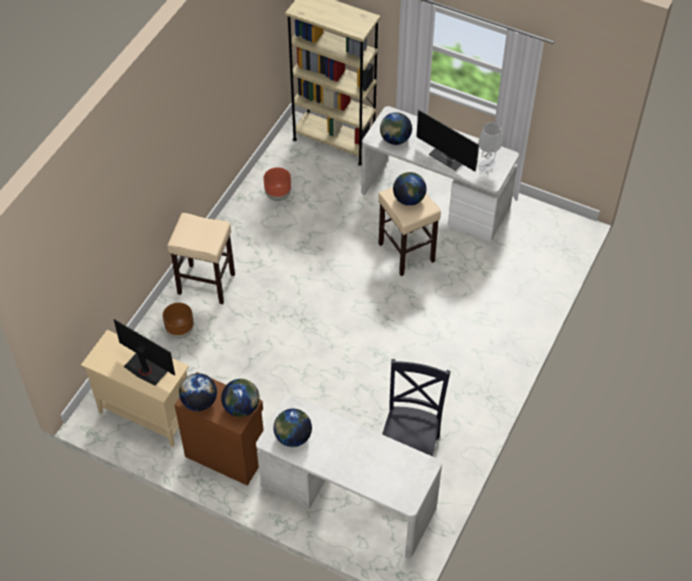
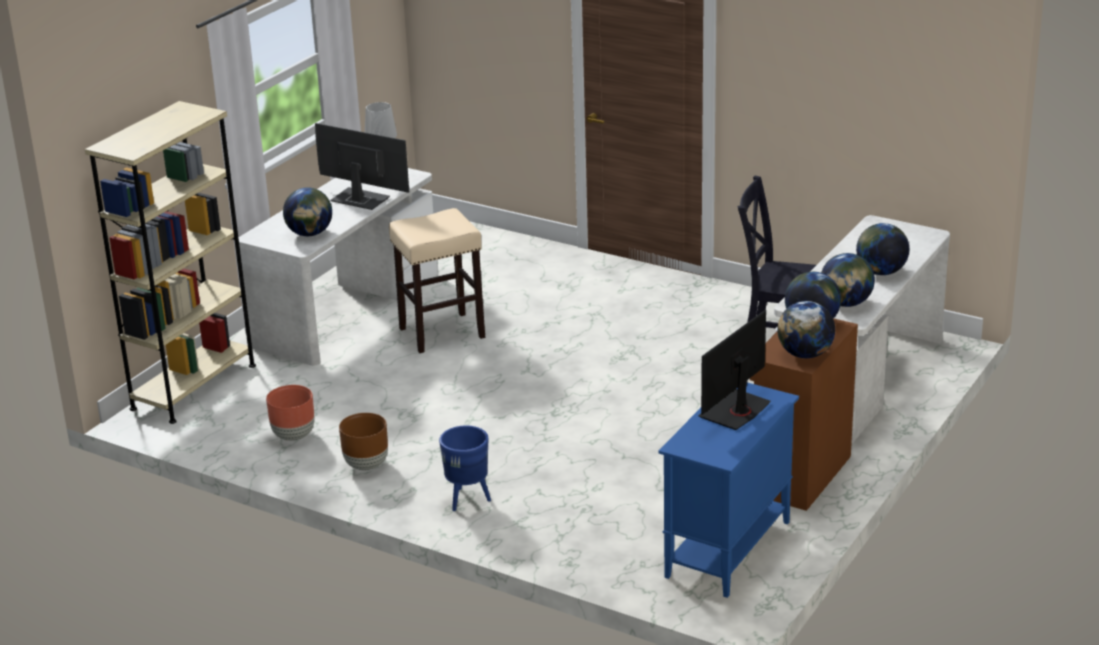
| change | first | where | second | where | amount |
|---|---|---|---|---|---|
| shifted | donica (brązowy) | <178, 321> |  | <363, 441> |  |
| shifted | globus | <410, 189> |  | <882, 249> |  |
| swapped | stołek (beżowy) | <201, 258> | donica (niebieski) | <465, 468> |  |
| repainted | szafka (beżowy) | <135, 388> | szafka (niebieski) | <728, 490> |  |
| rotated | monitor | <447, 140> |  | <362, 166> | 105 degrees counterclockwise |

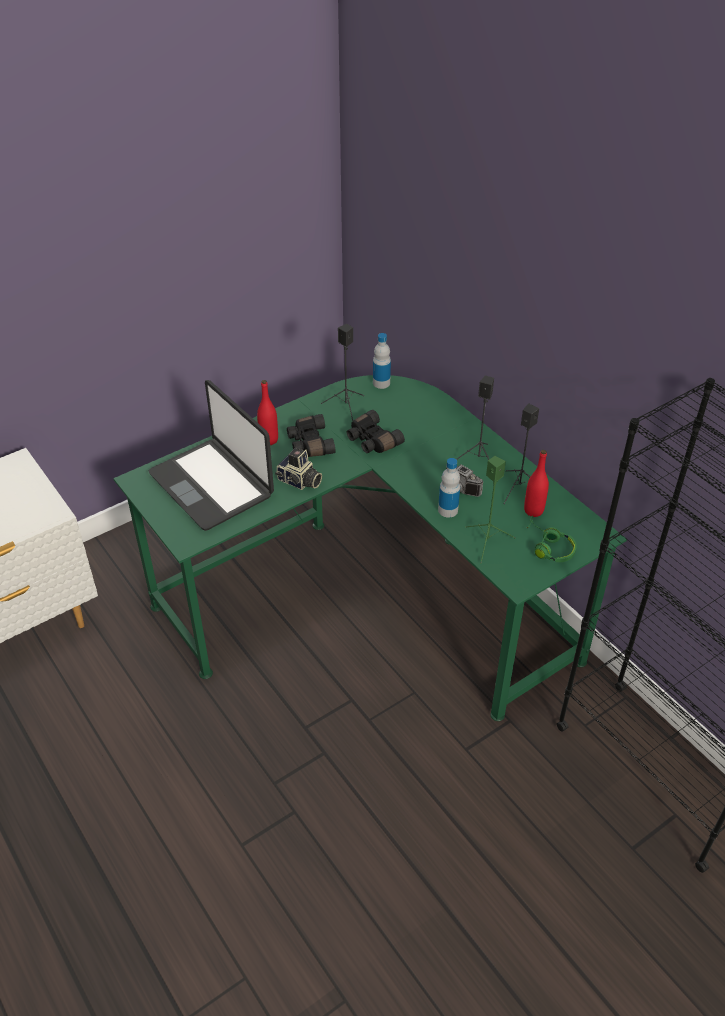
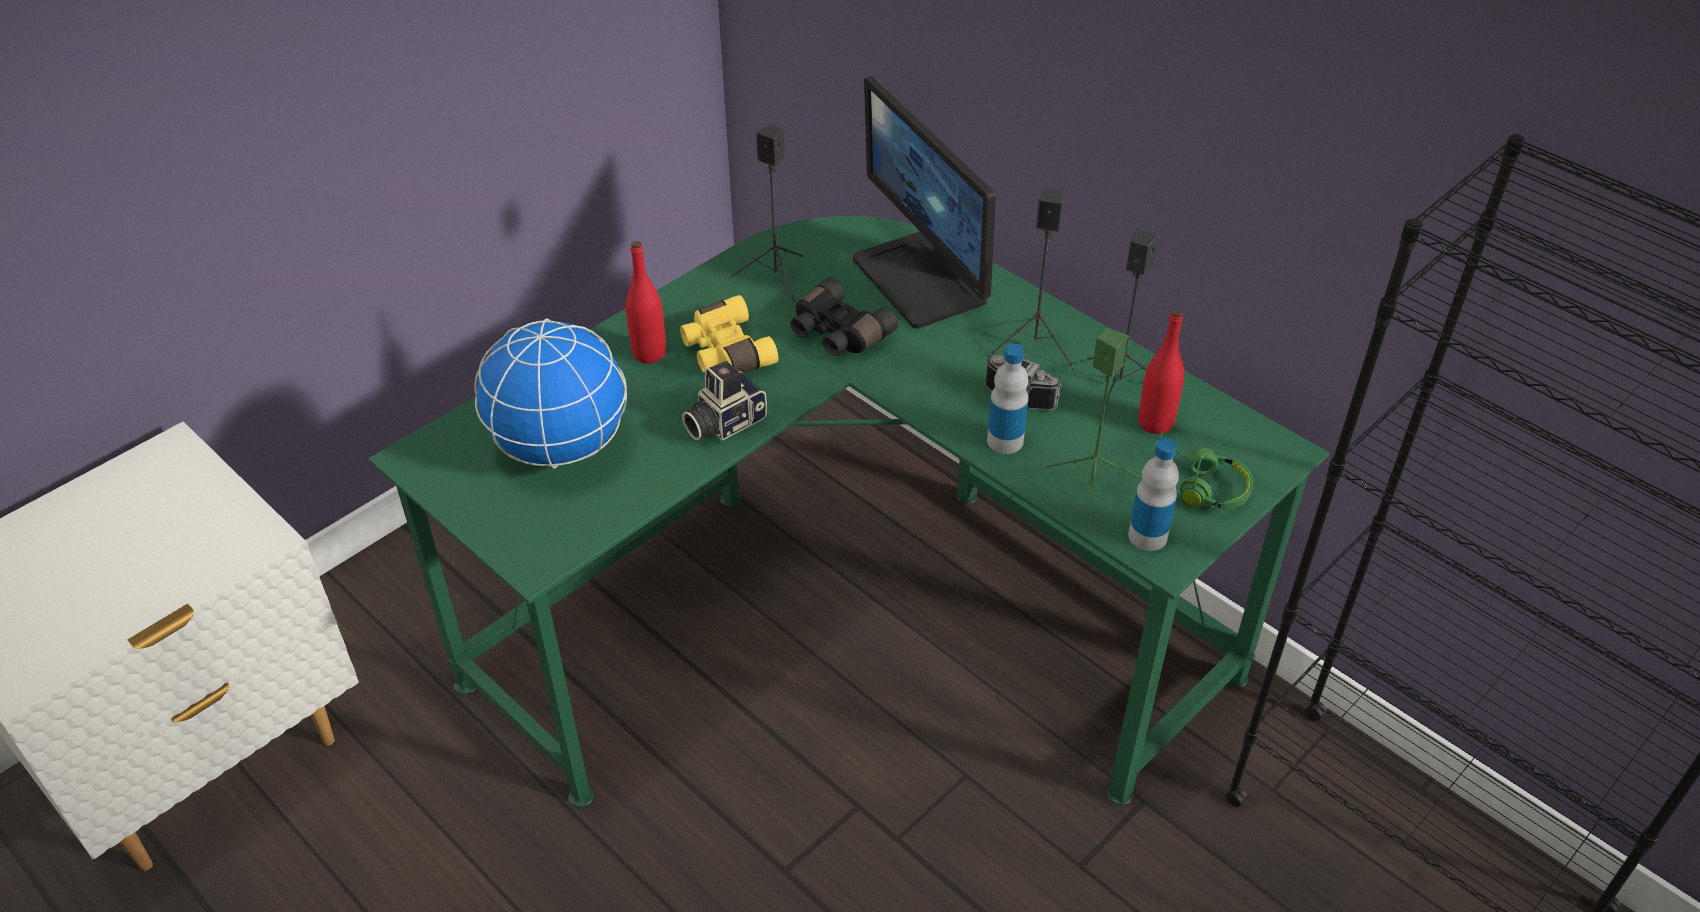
| change | first | where | second | where | amount |
|---|---|---|---|---|---|
| new |  |  | monitor | <924, 202> |  |
| shifted | butelka | <382, 361> |  | <1153, 494> |  |
| swapped | laptop | <211, 455> | globus | <550, 393> |  |
| repainted | lornetka (czarny) | <311, 435> | lornetka (żółty) | <729, 333> |  |
| rotated | aparat fotograficzny | <298, 469> |  | <724, 401> | 120 degrees clockwise |

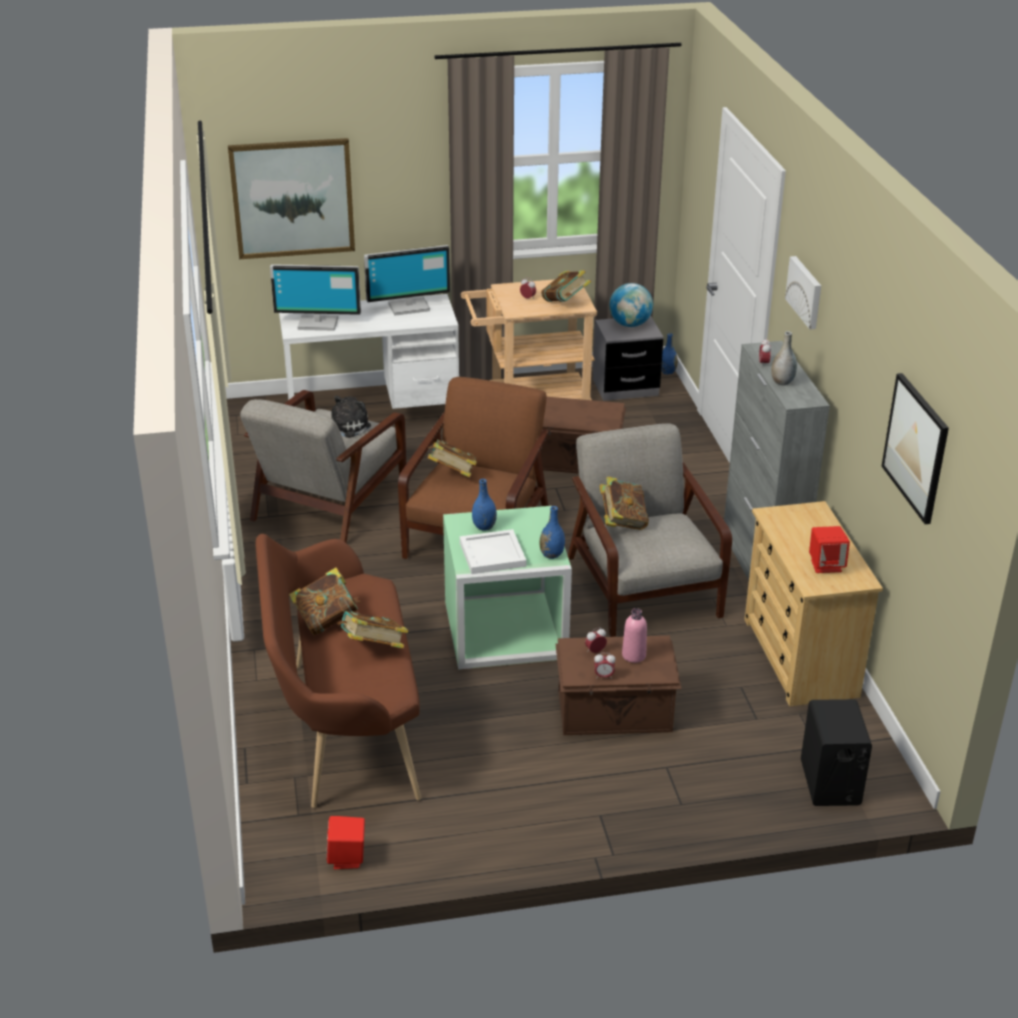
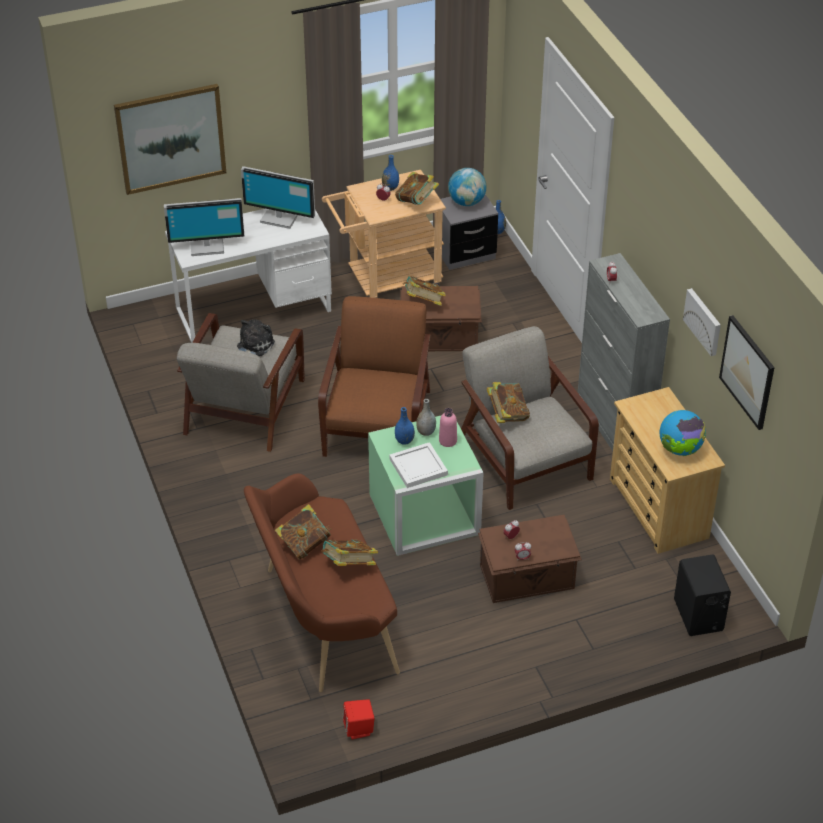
| change | first | where | second | where | amount |
|---|---|---|---|---|---|
| shifted | książka | <452, 458> |  | <424, 291> |  |
| shifted | wazon (niebieski) | <552, 532> |  | <390, 173> |  |
| shifted | butelka (różowy) | <634, 635> |  | <448, 427> |  |
| shifted | wazon (szary) | <784, 358> |  | <426, 417> |  |
| shifted | obraz | <803, 292> |  | <702, 322> |  |
| swapped | głośnik (czerwony) | <829, 549> | globus | <683, 433> |  |
| rotated | monitor | <407, 280> |  | <278, 197> | 45 degrees clockwise |

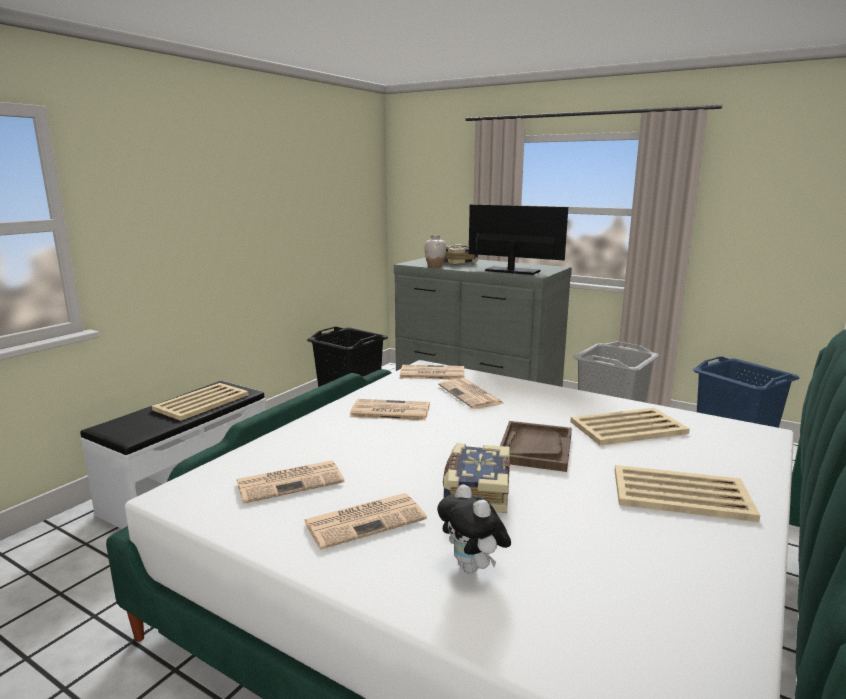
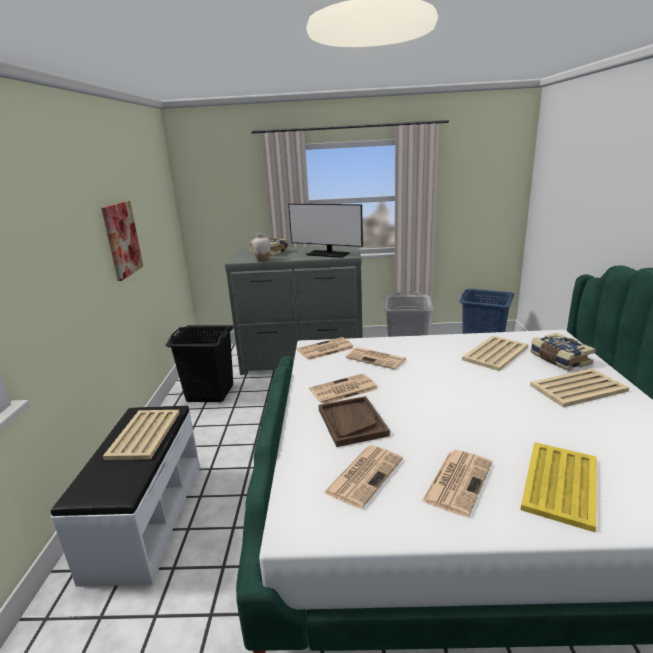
| change | first | where | second | where | amount |
|---|---|---|---|---|---|
| new |  |  | obraz | <122, 241> |  |
| shifted | książka | <476, 478> |  | <563, 352> |  |
| shifted | taca (brązowy) | <536, 446> |  | <354, 421> |  |
| swapped | pluszak | <474, 528> | taca (żółty) | <559, 487> |  |
| rotated | monitor | <518, 239> |  | <325, 231> | 150 degrees counterclockwise |

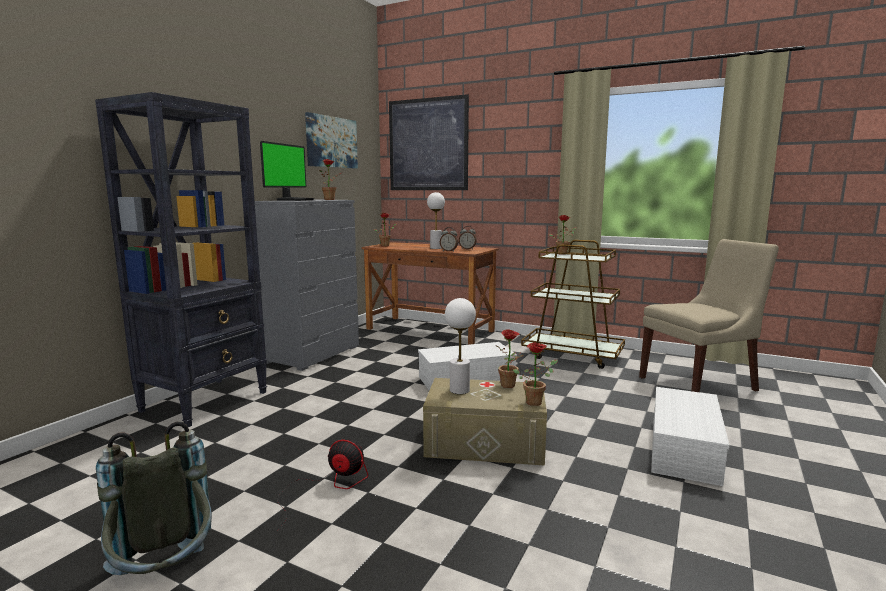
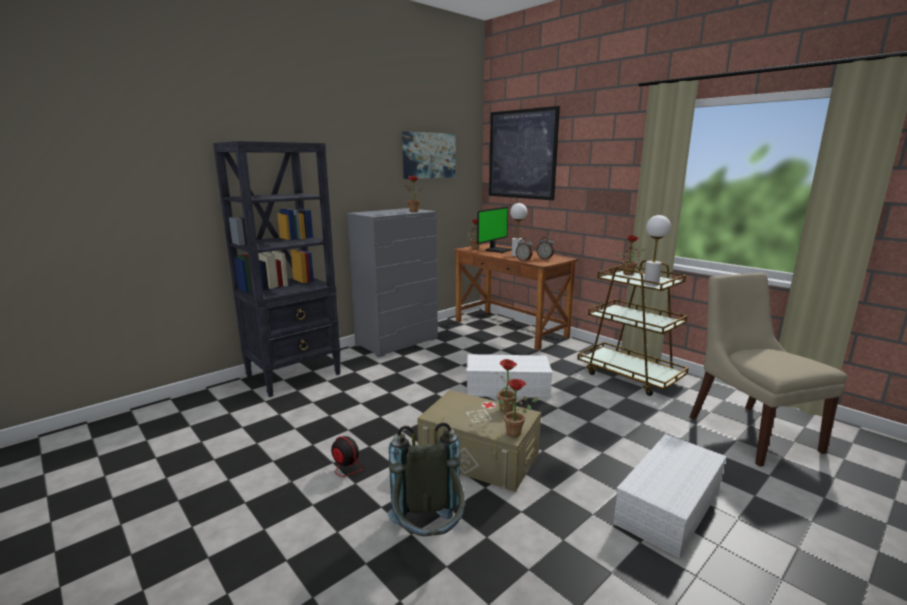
| change | first | where | second | where | amount |
|---|---|---|---|---|---|
| shifted | plecak (szary) | <154, 498> |  | <426, 479> |  |
| shifted | monitor | <287, 171> |  | <494, 230> |  |
| shifted | lampa stołowa (biały) | <460, 346> |  | <657, 250> |  |
| rotated | krzesło (beżowy) | <709, 315> |  | <768, 370> | 105 degrees counterclockwise |

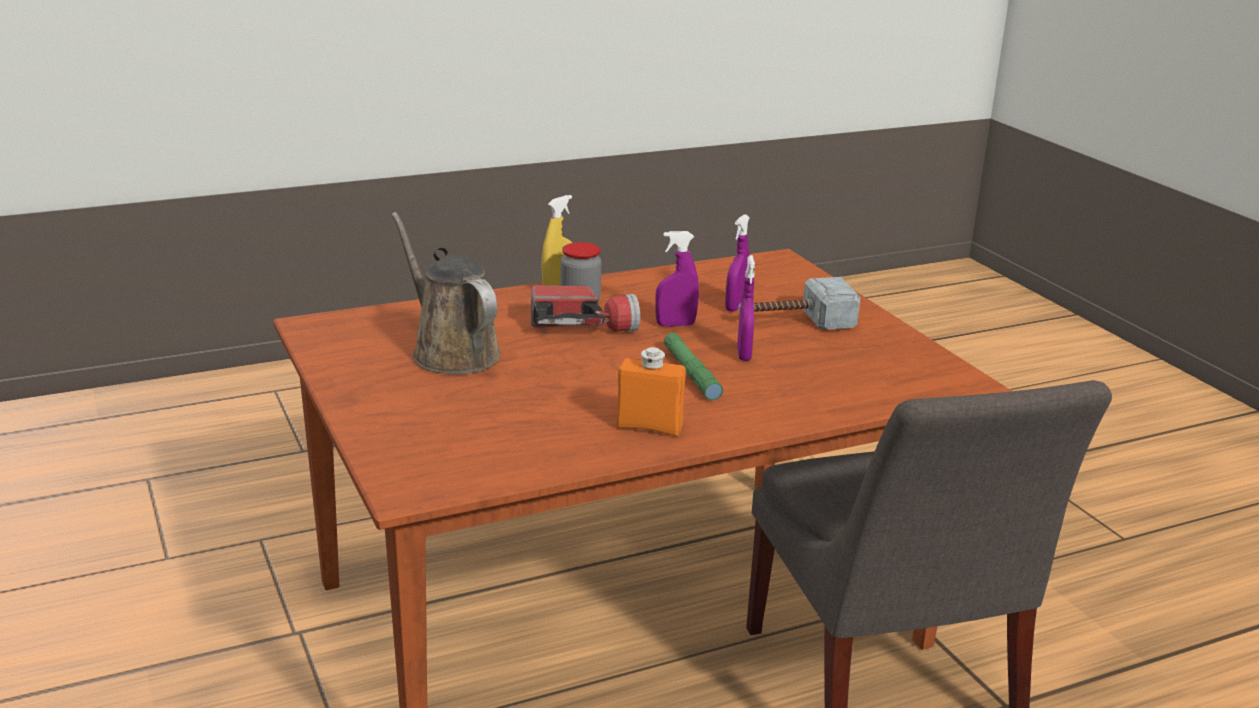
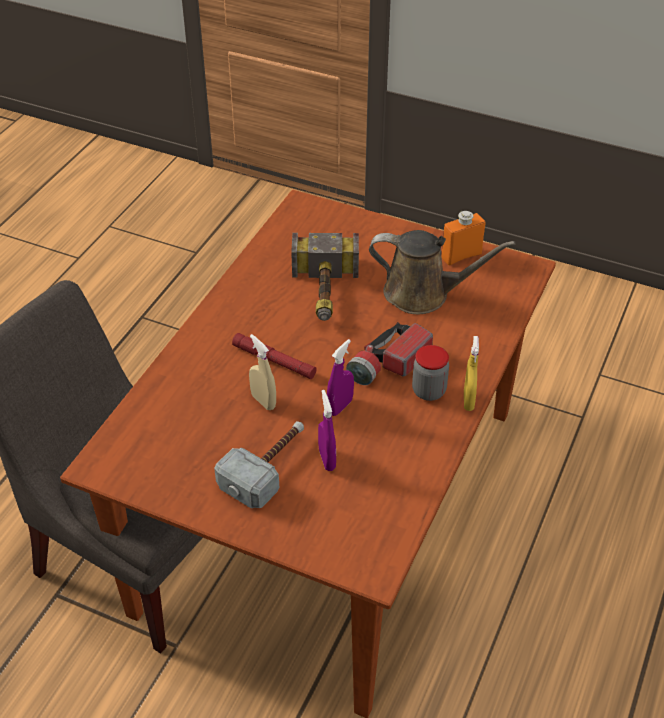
| change | first | where | second | where | amount |
|---|---|---|---|---|---|
| new |  |  | młotek | <325, 277> |  |
| shifted | butelka (pomarańczowy) | <651, 392> |  | <463, 238> |  |
| repainted | latarka (zielony) | <693, 366> | latarka (czerwony) | <274, 356> |  |
| repainted | spryskiwacz (fioletowy) | <746, 308> | spryskiwacz (beżowy) | <262, 372> |  |

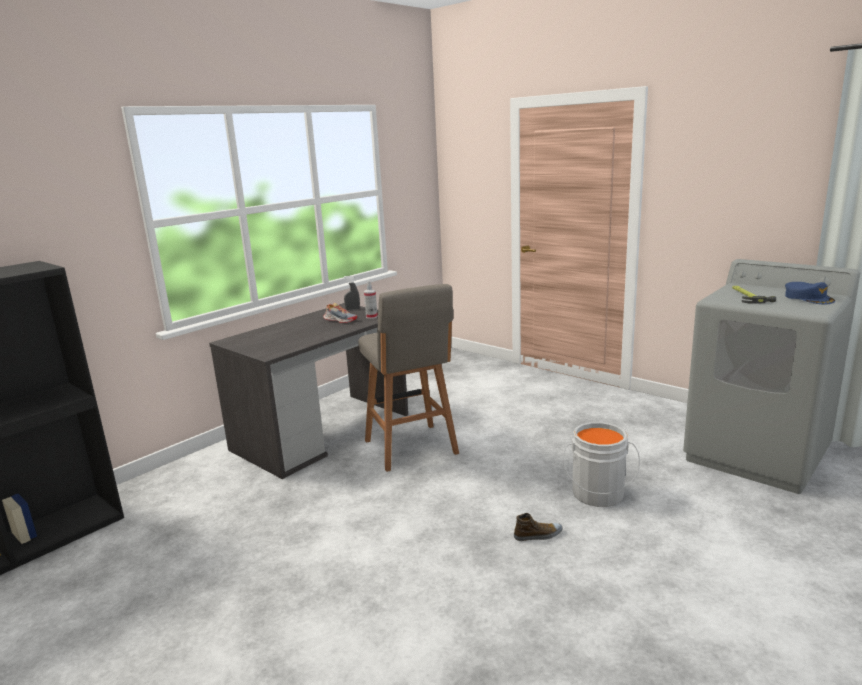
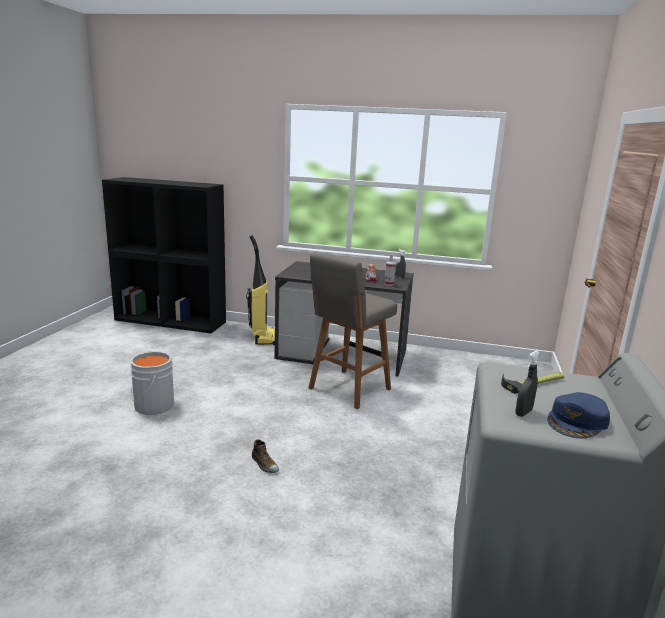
| change | first | where | second | where | amount |
|---|---|---|---|---|---|
| new |  |  | odkurzacz | <260, 290> |  |
| new |  |  | spryskiwacz (szary) | <528, 384> |  |
| shifted | wiadro (szary) | <601, 464> |  | <152, 383> |  |

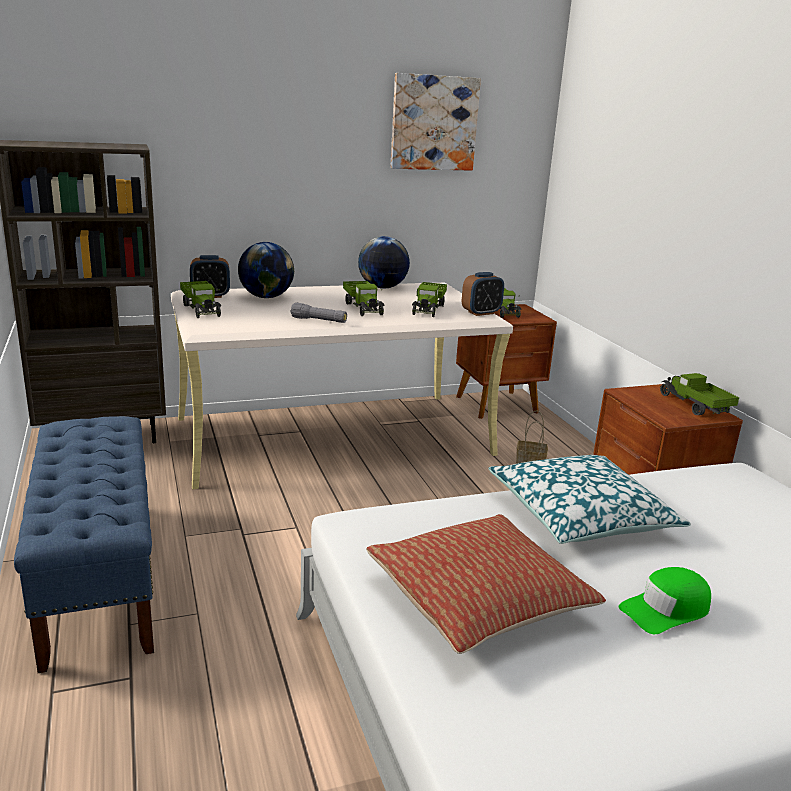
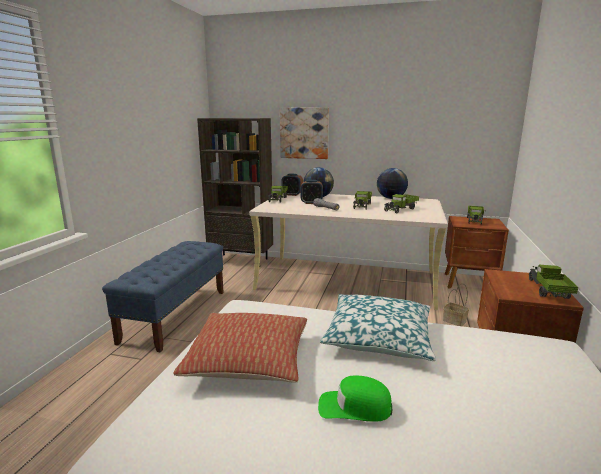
| change | first | where | second | where | amount |
|---|---|---|---|---|---|
| shifted | obraz | <435, 122> |  | <304, 133> |  |
| shifted | budzik | <483, 294> |  | <311, 192> |  |

